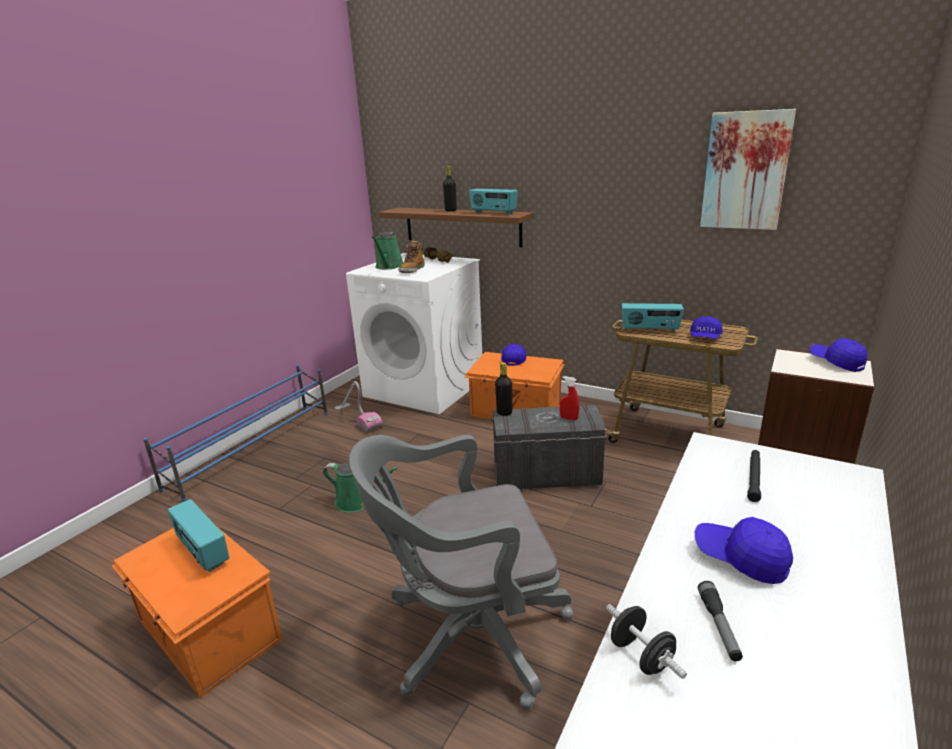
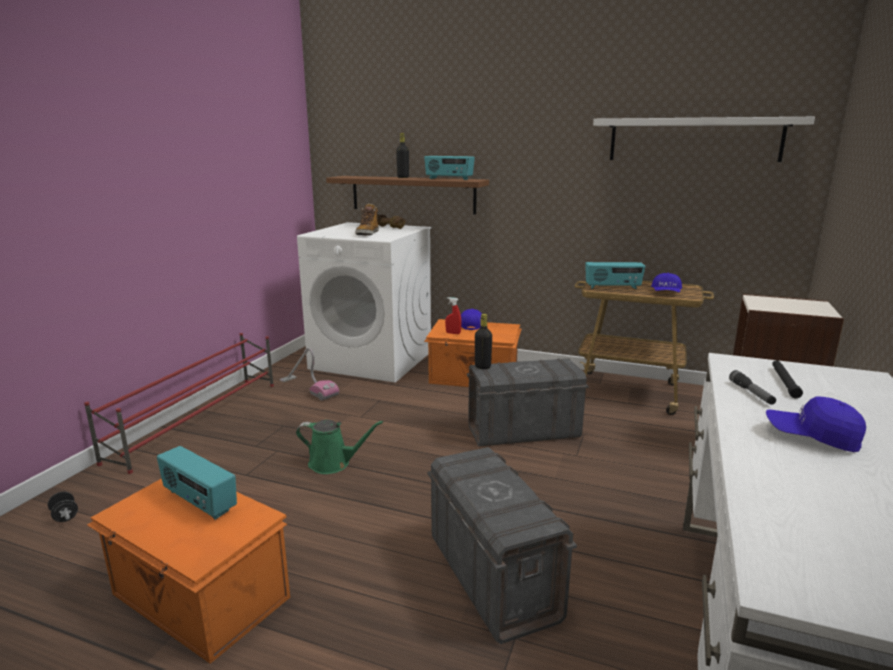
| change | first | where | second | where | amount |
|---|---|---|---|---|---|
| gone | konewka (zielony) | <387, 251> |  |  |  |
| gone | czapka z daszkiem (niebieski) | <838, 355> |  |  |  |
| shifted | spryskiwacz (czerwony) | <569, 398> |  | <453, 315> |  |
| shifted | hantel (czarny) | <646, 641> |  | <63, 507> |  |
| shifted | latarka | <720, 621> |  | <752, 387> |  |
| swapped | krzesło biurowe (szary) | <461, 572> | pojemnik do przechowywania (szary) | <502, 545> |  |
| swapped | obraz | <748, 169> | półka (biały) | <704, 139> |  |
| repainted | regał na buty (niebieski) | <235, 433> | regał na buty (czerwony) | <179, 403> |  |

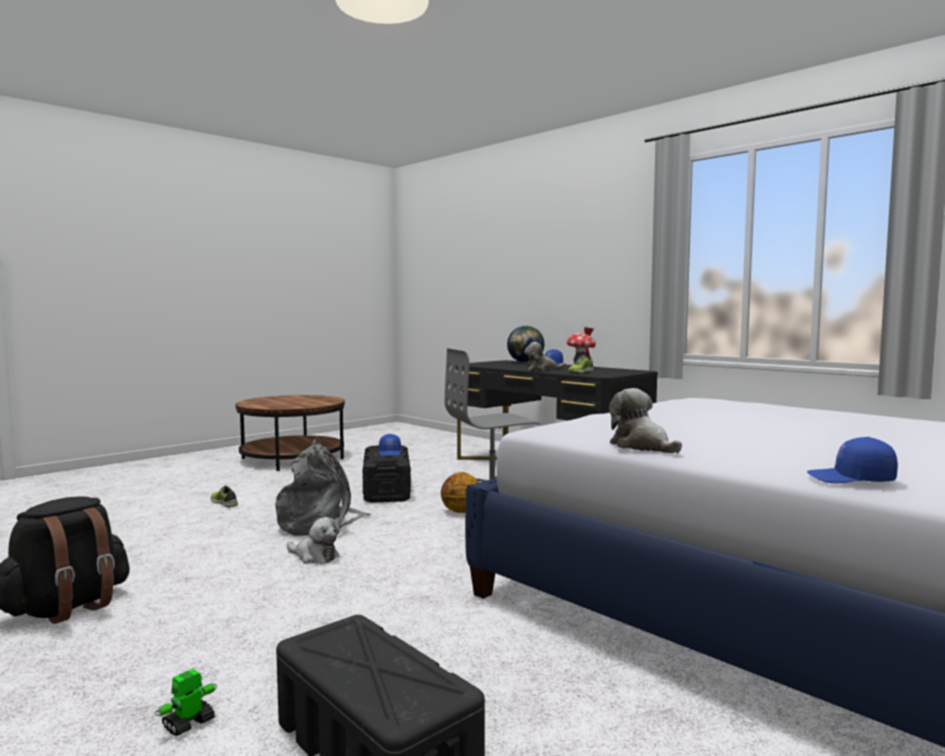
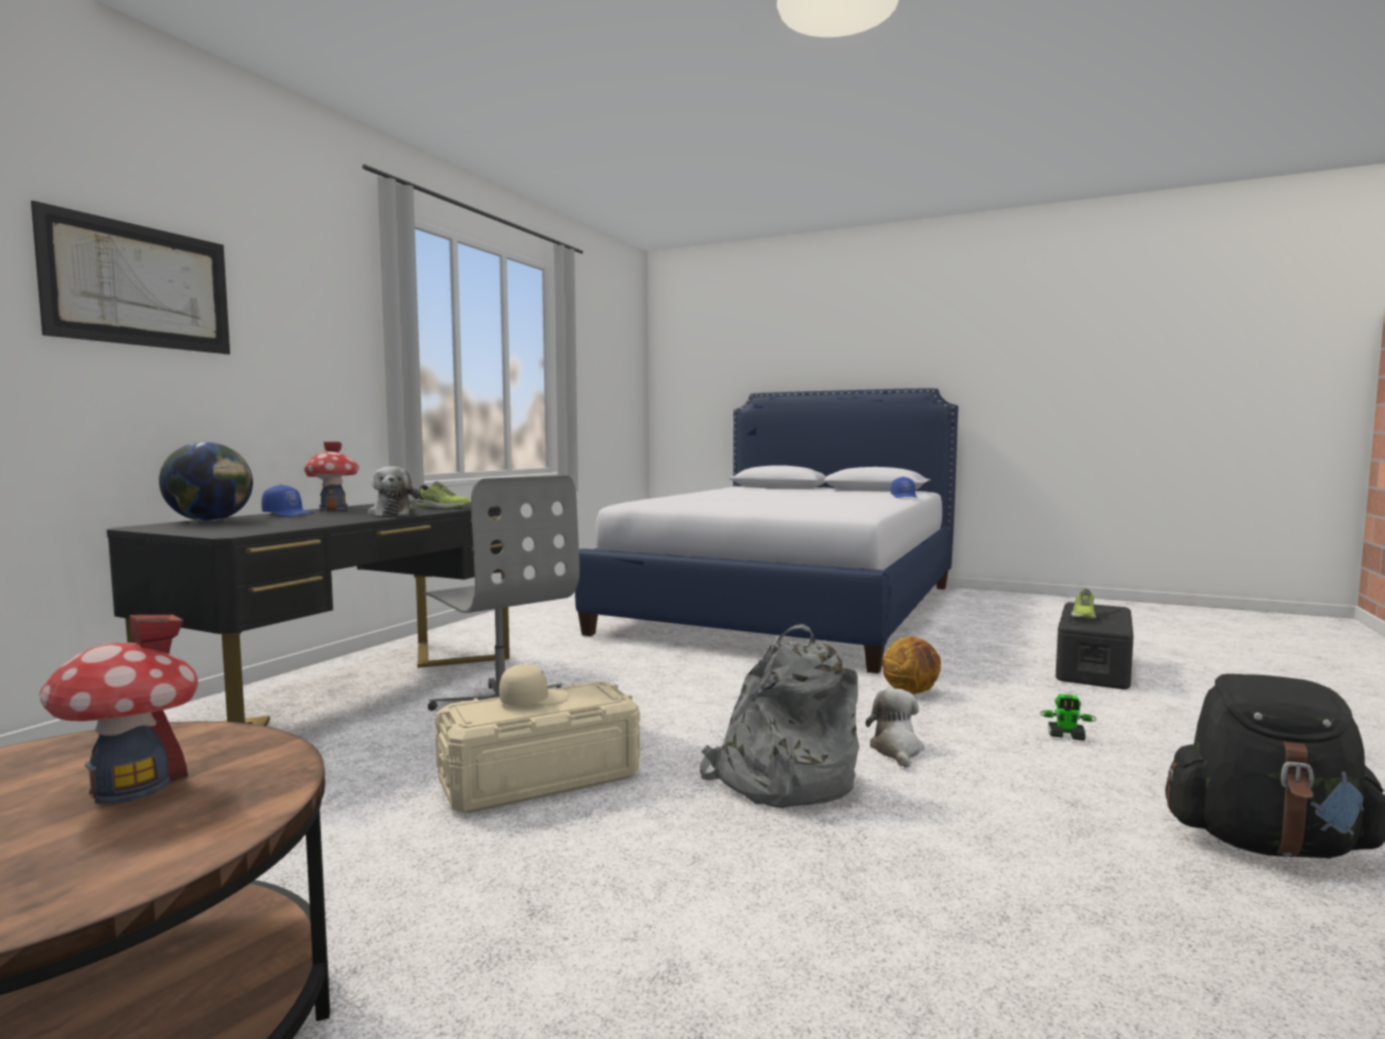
| change | first | where | second | where | amount |
|---|---|---|---|---|---|
| gone | pluszak | <645, 420> |  |  |  |
| new |  |  | obraz | <130, 277> |  |
| new |  |  | domek | <118, 709> |  |
| shifted | robot zabawkowy | <185, 702> |  | <1068, 717> |  |
| shifted | but | <224, 497> |  | <1083, 604> |  |
| shifted | piłka do koszykówki | <460, 492> |  | <911, 665> |  |
| repainted | pojemnik do przechowywania (czarny) | <386, 474> | pojemnik do przechowywania (beżowy) | <537, 747> |  |
| repainted | czapka z daszkiem (niebieski) | <390, 445> | czapka z daszkiem (beżowy) | <534, 685> |  |

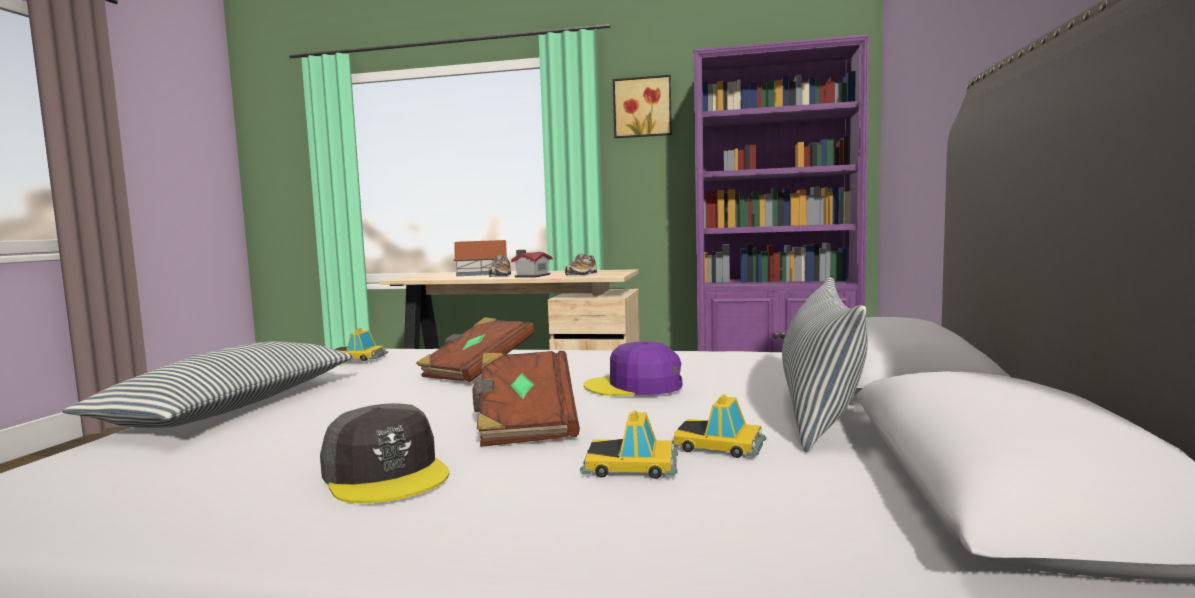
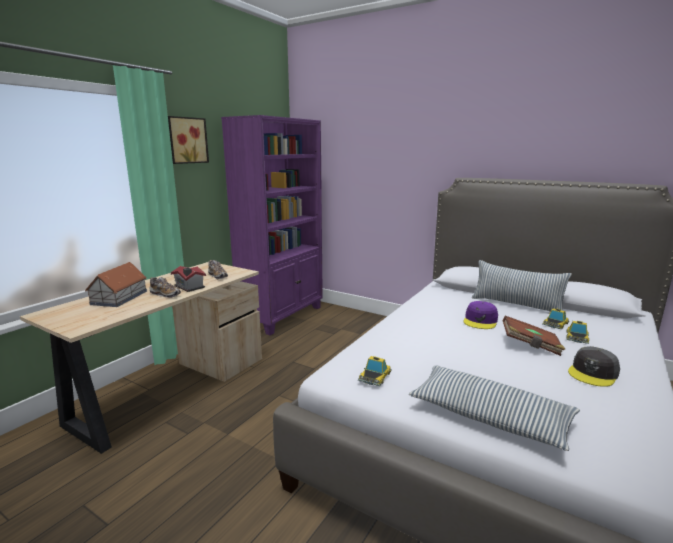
| change | first | where | second | where | amount |
|---|---|---|---|---|---|
| gone | książka (brązowy) | <475, 349> |  |  |  |
| rotated | czapka z daszkiem (szary) | <384, 453> |  | <594, 366> | 150 degrees clockwise |

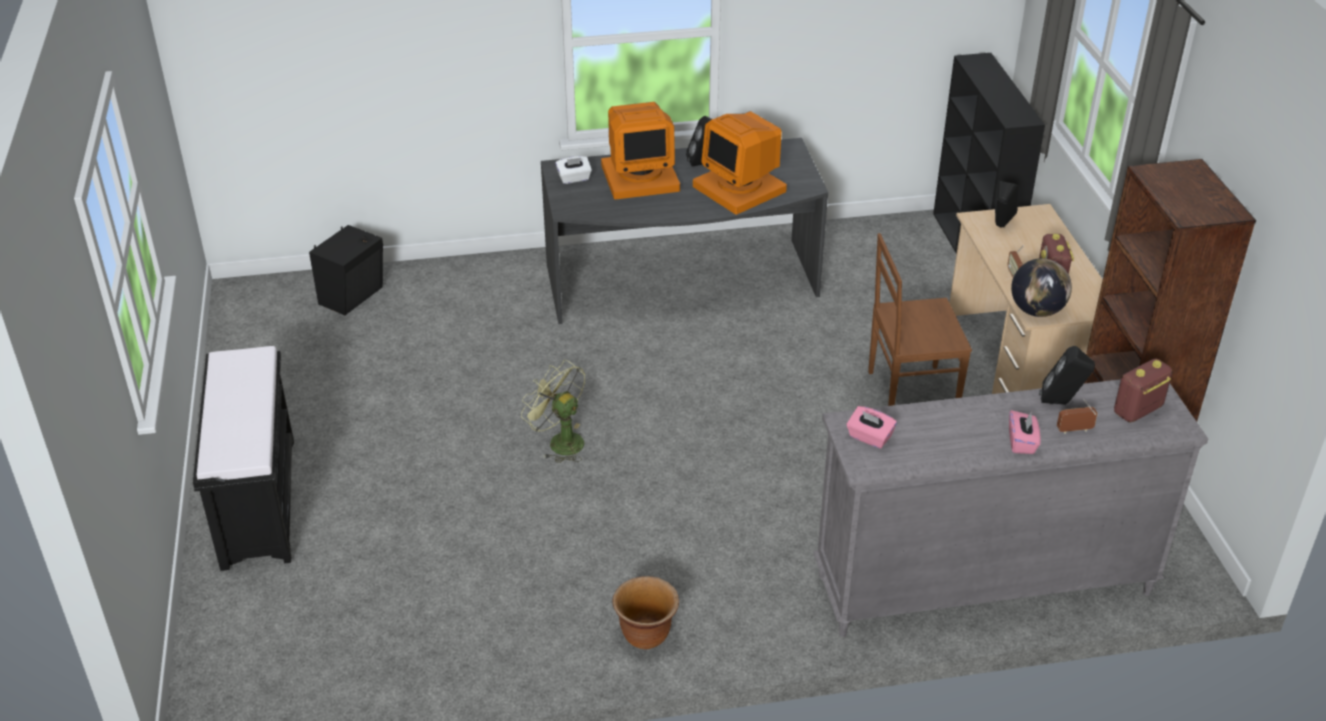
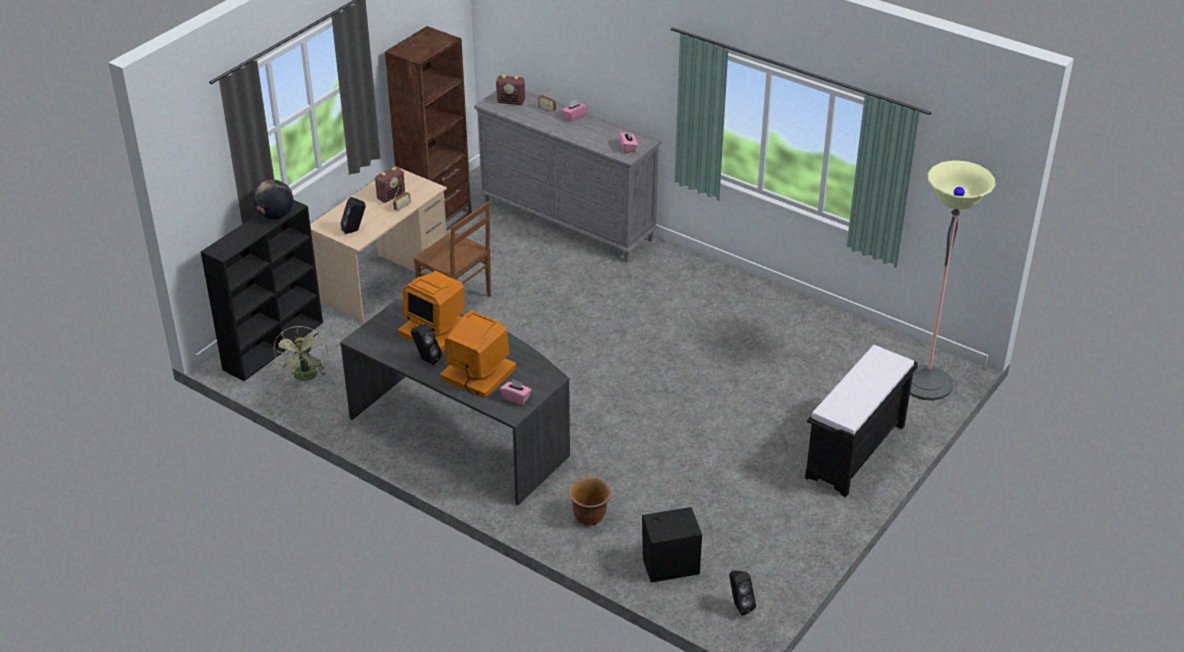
| change | first | where | second | where | amount |
|---|---|---|---|---|---|
| new |  |  | lampa stojąca | <952, 280> |  |
| shifted | wentylator (zielony) | <553, 411> |  | <301, 353> |  |
| shifted | donica (brązowy) | <646, 612> |  | <589, 501> |  |
| shifted | globus | <1041, 287> |  | <273, 199> |  |
| shifted | głośnik (czarny) | <1067, 375> |  | <742, 593> |  |
| repainted | pudełko chusteczek (biały) | <573, 170> | pudełko chusteczek (różowy) | <516, 392> |  |
| rotated | monitor | <740, 162> |  | <431, 311> | 120 degrees clockwise |

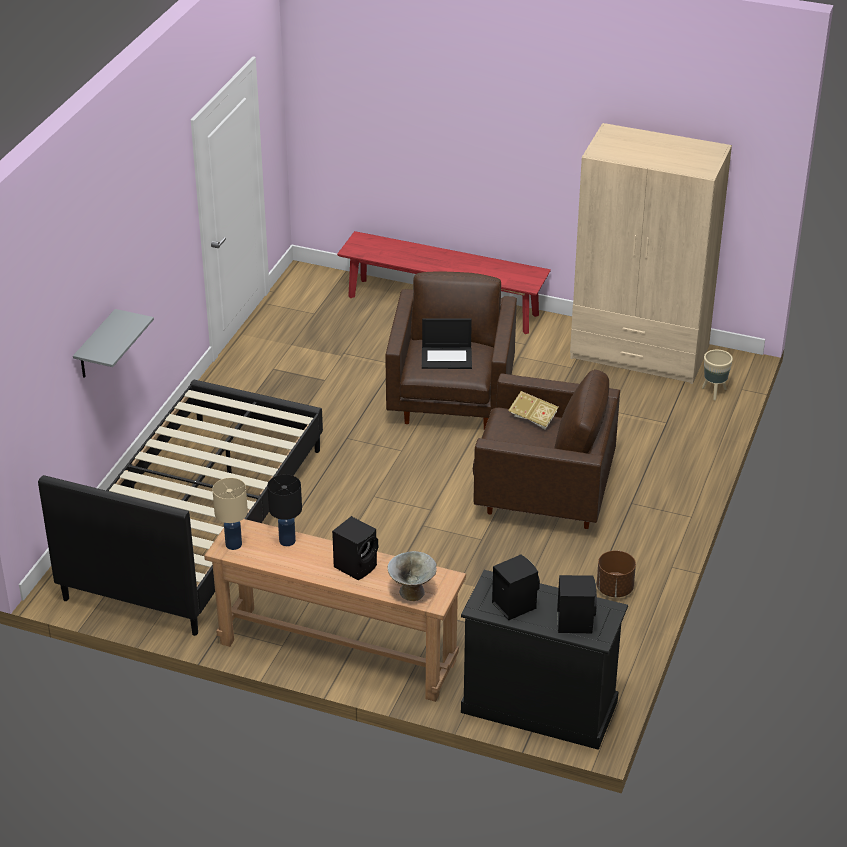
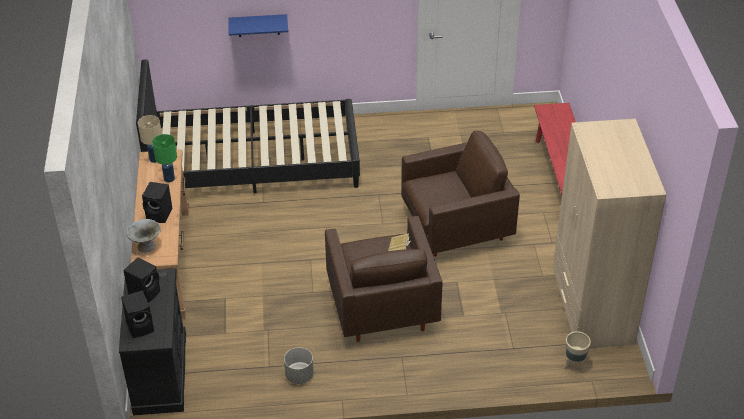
| change | first | where | second | where | amount |
|---|---|---|---|---|---|
| gone | laptop | <447, 343> |  |  |  |
| repainted | półka (szary) | <113, 343> | półka (niebieski) | <258, 25> |  |
| repainted | lampa stołowa (czarny) | <284, 510> | lampa stołowa (zielony) | <164, 158> |  |
| repainted | donica (brązowy) | <616, 573> | donica (szary) | <299, 365> |  |

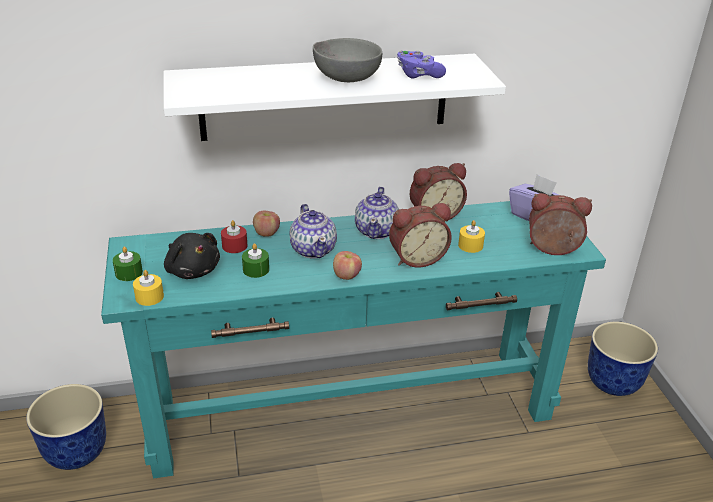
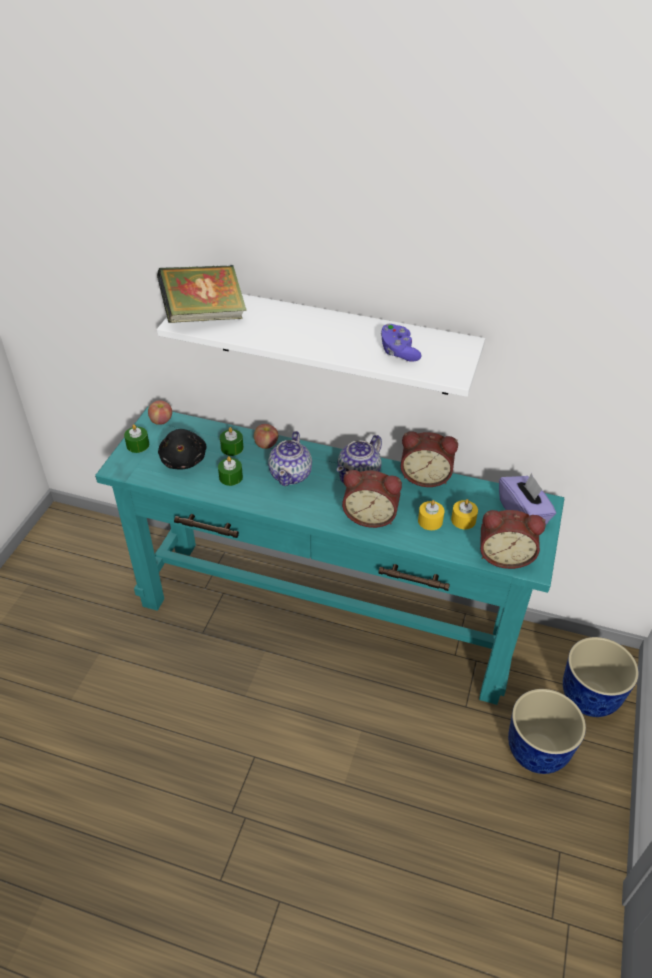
| change | first | where | second | where | amount |
|---|---|---|---|---|---|
| gone | miska (szary) | <347, 60> |  |  |  |
| new |  |  | książka | <202, 294> |  |
| shifted | donica | <66, 427> |  | <547, 731> |  |
| shifted | świeca (żółty) | <148, 288> |  | <464, 514> |  |
| shifted | jabłko | <347, 265> |  | <160, 412> |  |
| repainted | świeca (czerwony) | <234, 236> | świeca (zielony) | <232, 441> |  |
| rotated | budzik | <560, 224> |  | <513, 539> | 150 degrees clockwise |

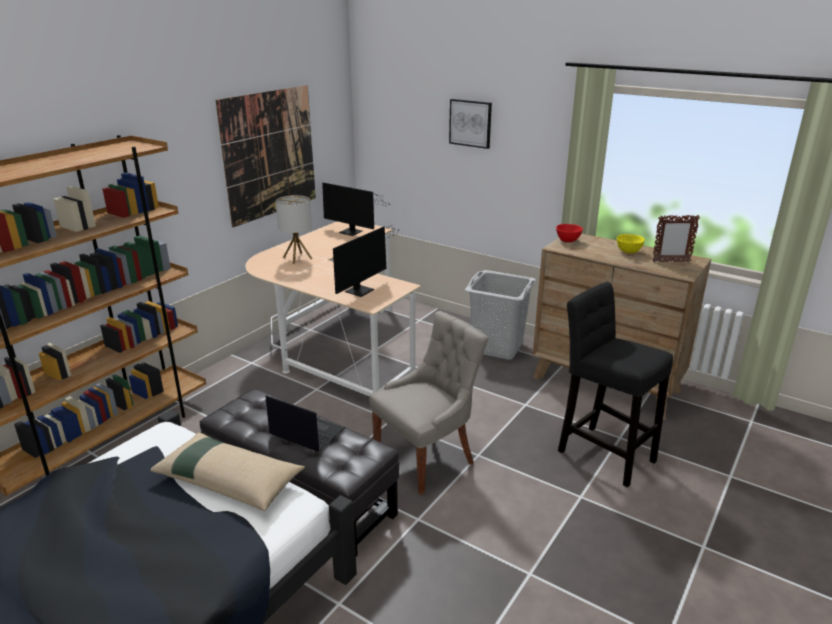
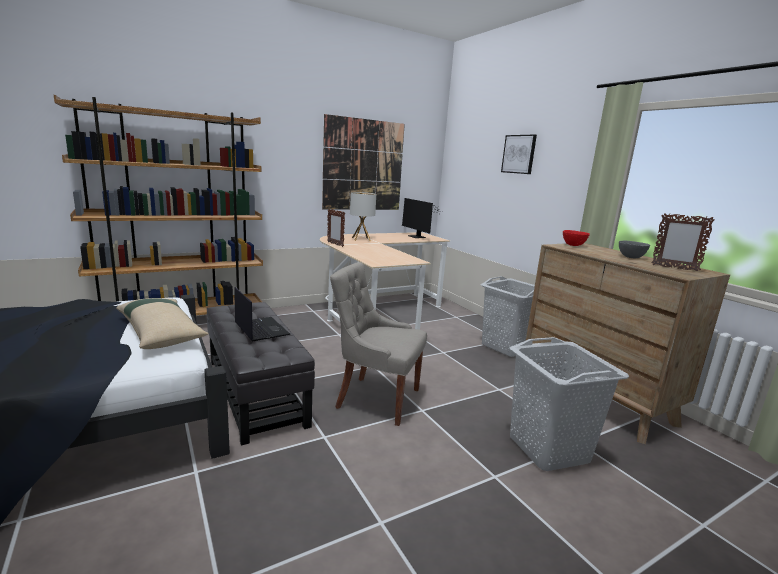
| change | first | where | second | where | amount |
|---|---|---|---|---|---|
| gone | monitor | <365, 261> |  |  |  |
| new |  |  | ramka na zdjęcie | <336, 228> |  |
| swapped | stołek (czarny) | <615, 384> | kosz na pranie (szary) | <569, 404> |  |
| repainted | miska (żółty) | <631, 244> | miska (szary) | <634, 249> |  |
| rotated | krzesło (szary) | <428, 403> |  | <378, 344> | 150 degrees counterclockwise |

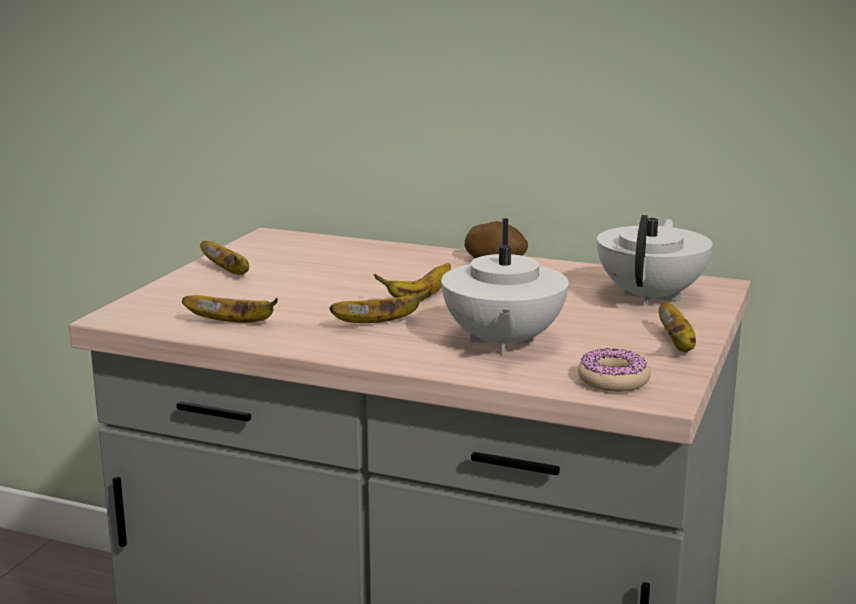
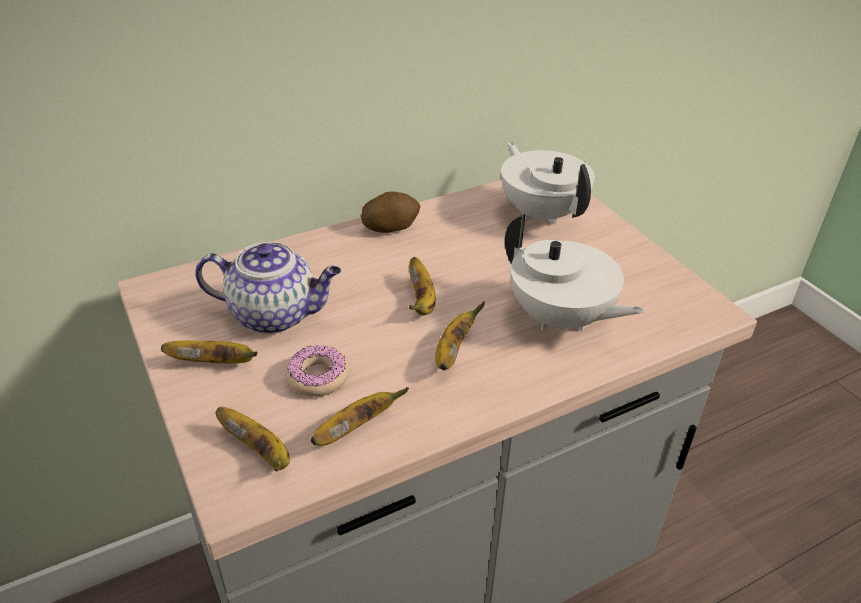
| change | first | where | second | where | amount |
|---|---|---|---|---|---|
| new |  |  | imbryk | <268, 288> |  |
| shifted | donut | <614, 370> |  | <317, 370> |  |
| shifted | banan | <677, 327> |  | <252, 439> |  |

